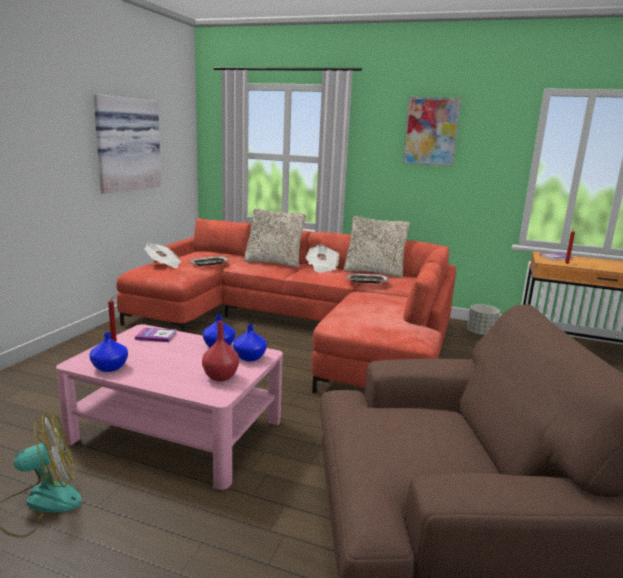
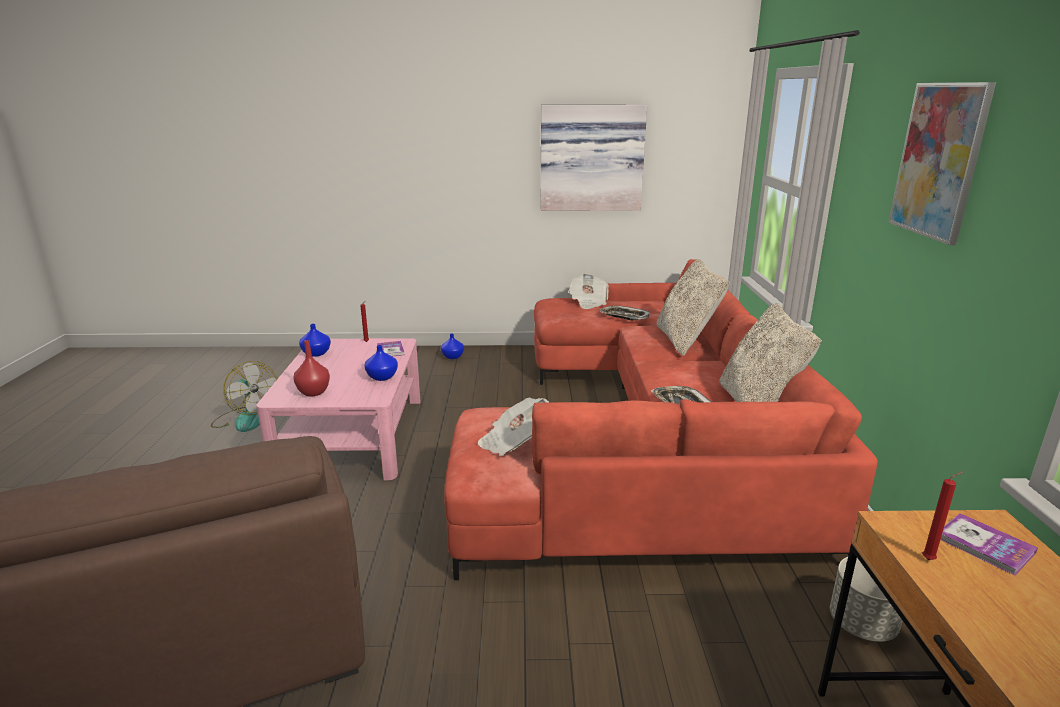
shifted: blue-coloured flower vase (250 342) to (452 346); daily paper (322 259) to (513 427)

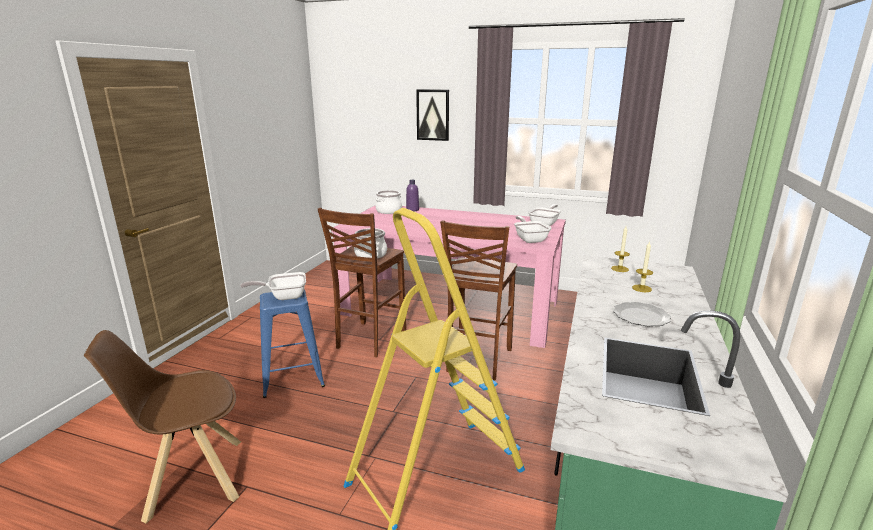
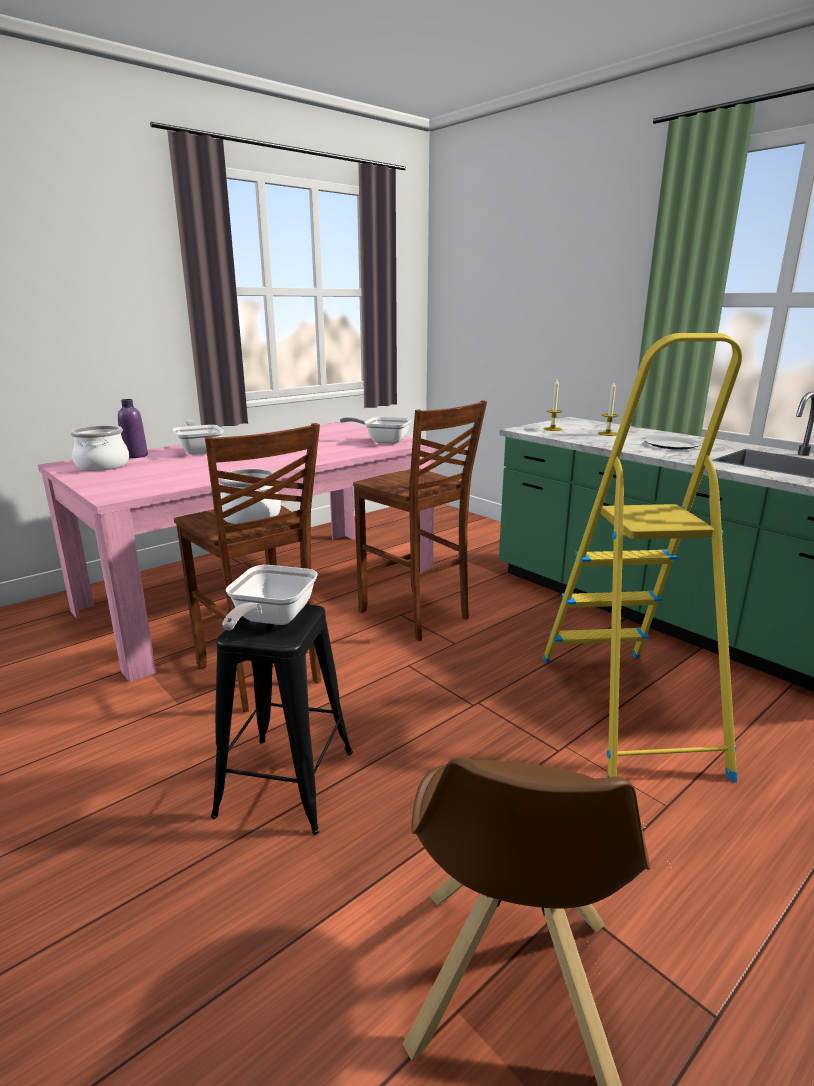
gone: picture (432 115)
shifted: skillet (544 215) to (198 437)
repainted: blue-coloured stool seat (292 344) to black stool seat (282 720)

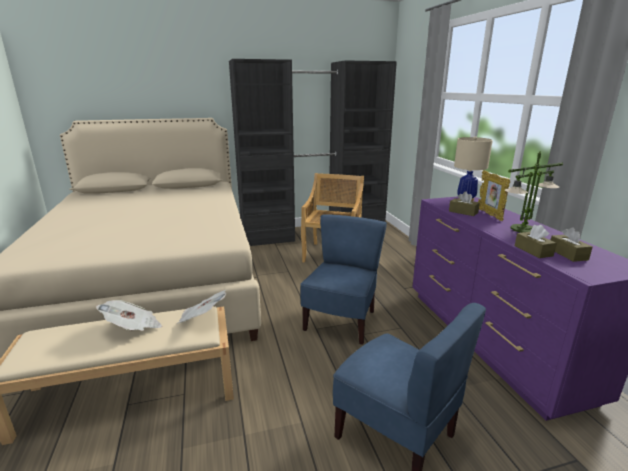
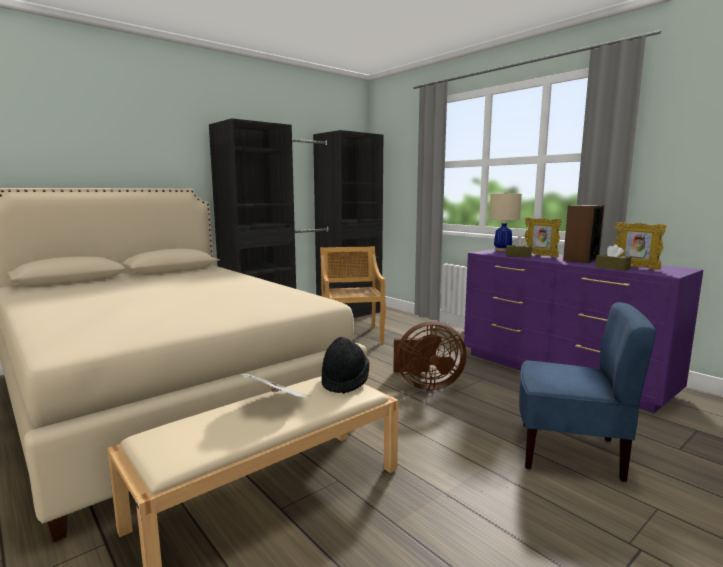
swapped: daily paper (201 307) to black clothing hat (345 365); blue-coloured plain chair (343 279) to brown-coloured fan (430 355); table lamp (534 192) to speaker (583 234); brown-coloured tissue box (572 244) to standing frame (640 246)

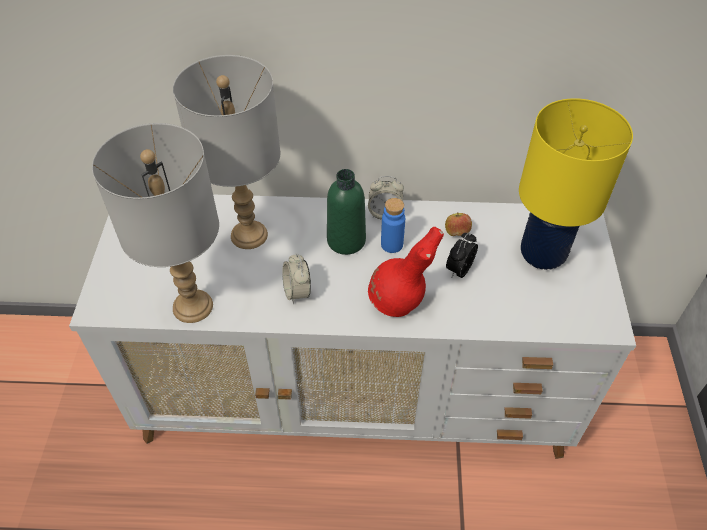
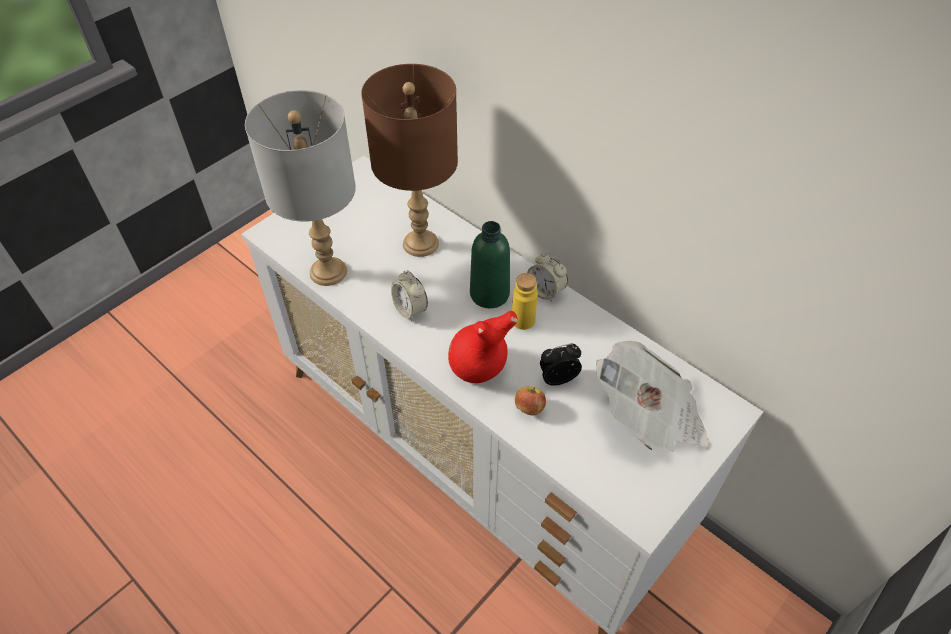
shifted: apple (458 224) to (530 401)
swapped: yellowish table lamp (576 184) to daily paper (652 396)
repainted: gray table lamp (226 152) to brown-coloured table lamp (409 160); blue-coloured beverage bottle (393 225) to yellowish beverage bottle (525 301)
rotated: bedside clock (296 278) = (409 295) 60 degrees counterclockwise

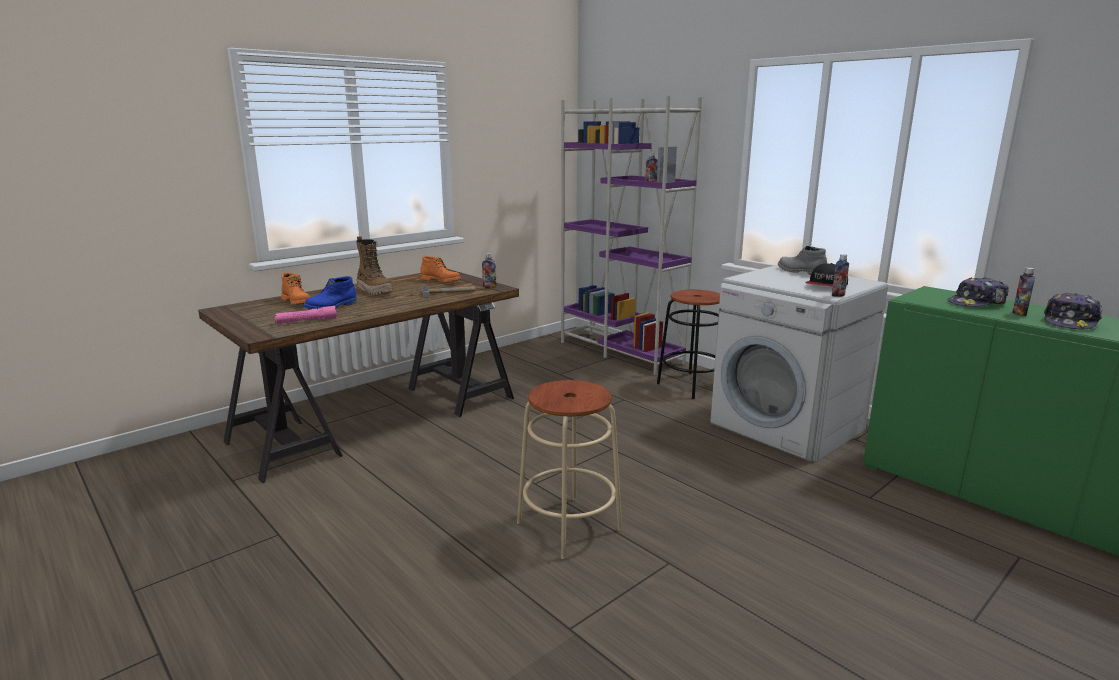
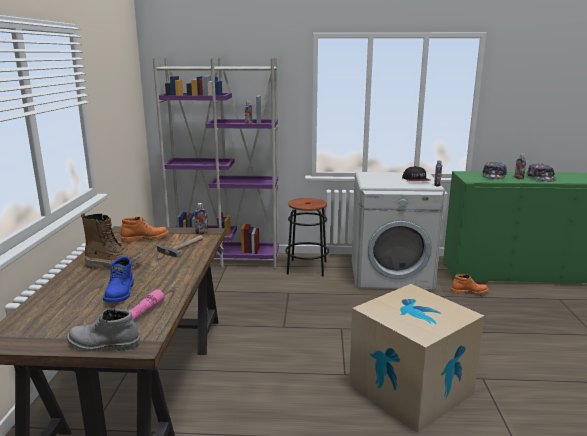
shifted: orangey boot (296 288) to (470 284); gray boot (802 260) to (103 329)
swapped: sand-coloured stool seat (569 469) to carton (416 358)

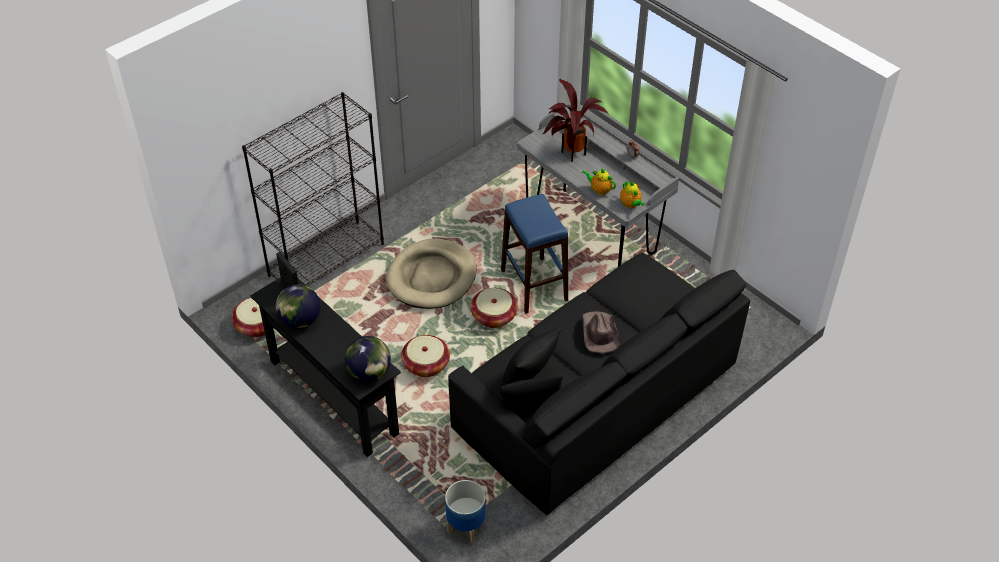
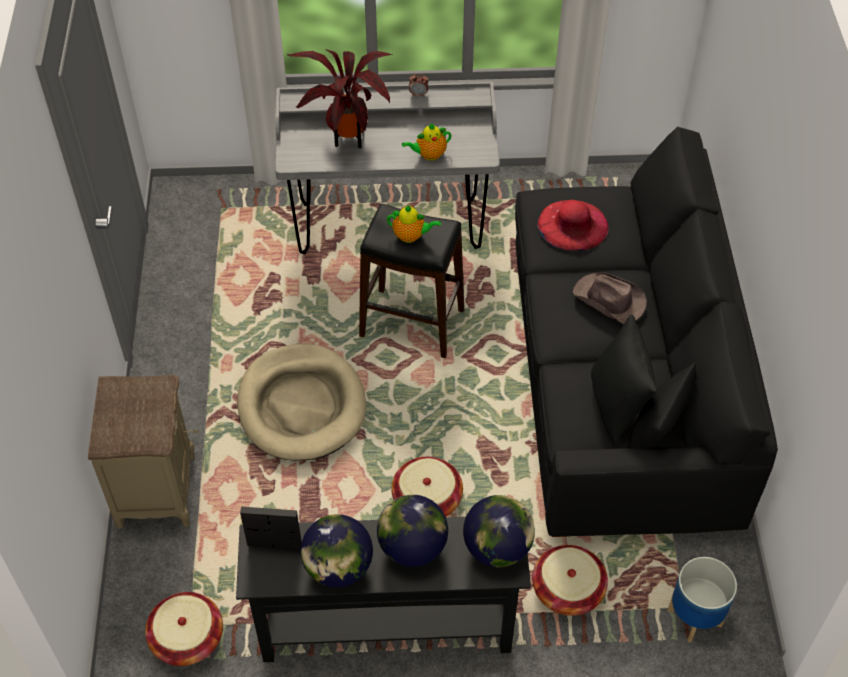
new: world globe (412 531); red-coloured clothing hat (573 225)
shifted: household basket (494 308) to (570 580); tea pot (632 194) to (414 224)
swapped: black bookcase (313 189) to sand-coloured nightstand (143 451)
repainted: blue-coloured stool seat (534 254) to black stool seat (411 281)

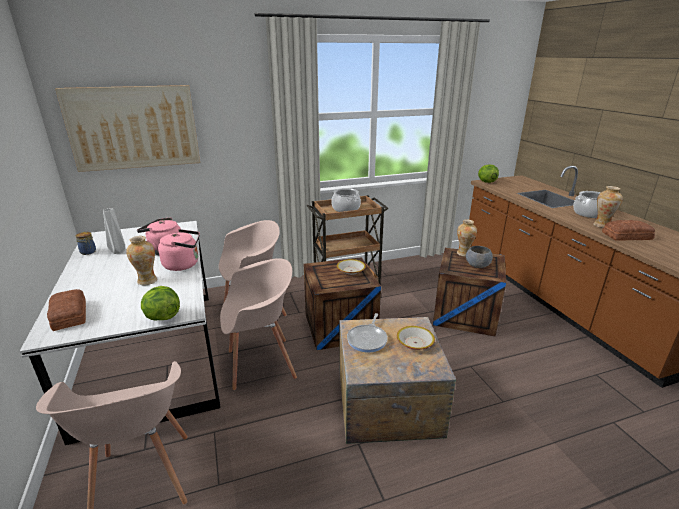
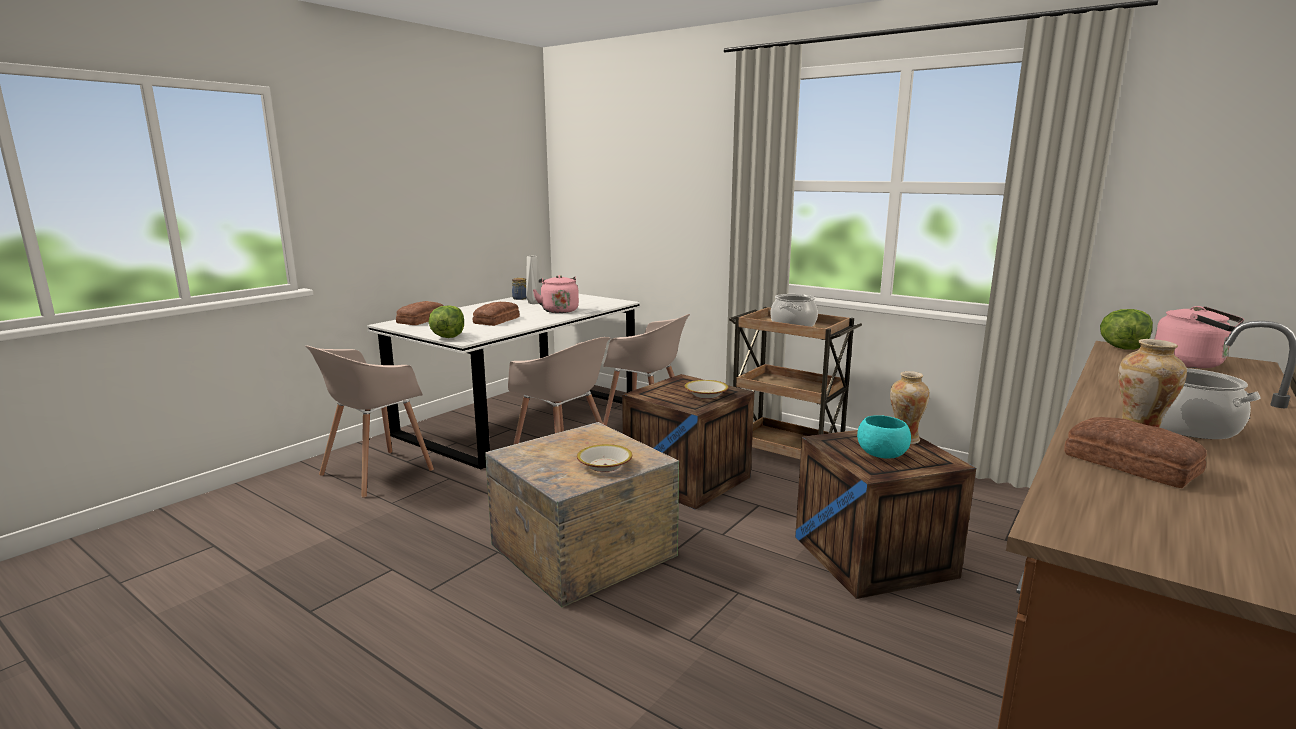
gone: picture (127 128); skillet (367 333)
shifted: pink water kettle (179 250) to (1199 337)
swapped: flower vase (141 260) to bakery bread (496 314)
repainted: gray bowl (479 257) to blue-green bowl (884 437)

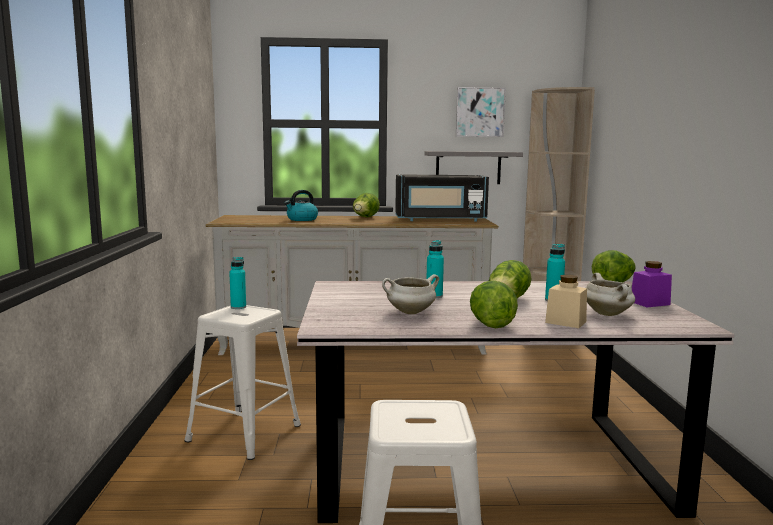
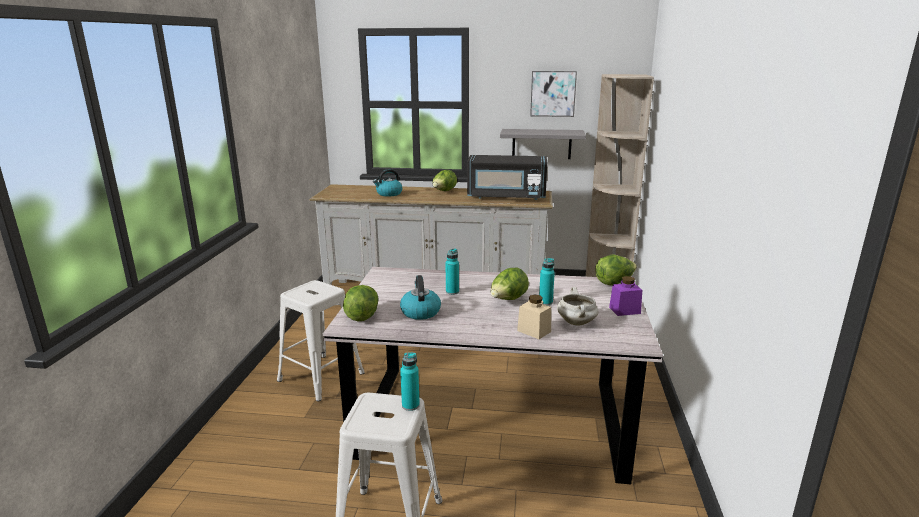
shifted: blue-green beverage bottle (237 283) to (410 381); head of lettuce (494 304) to (361 303)
swapped: white stockpot (410 294) to water kettle (420 297)

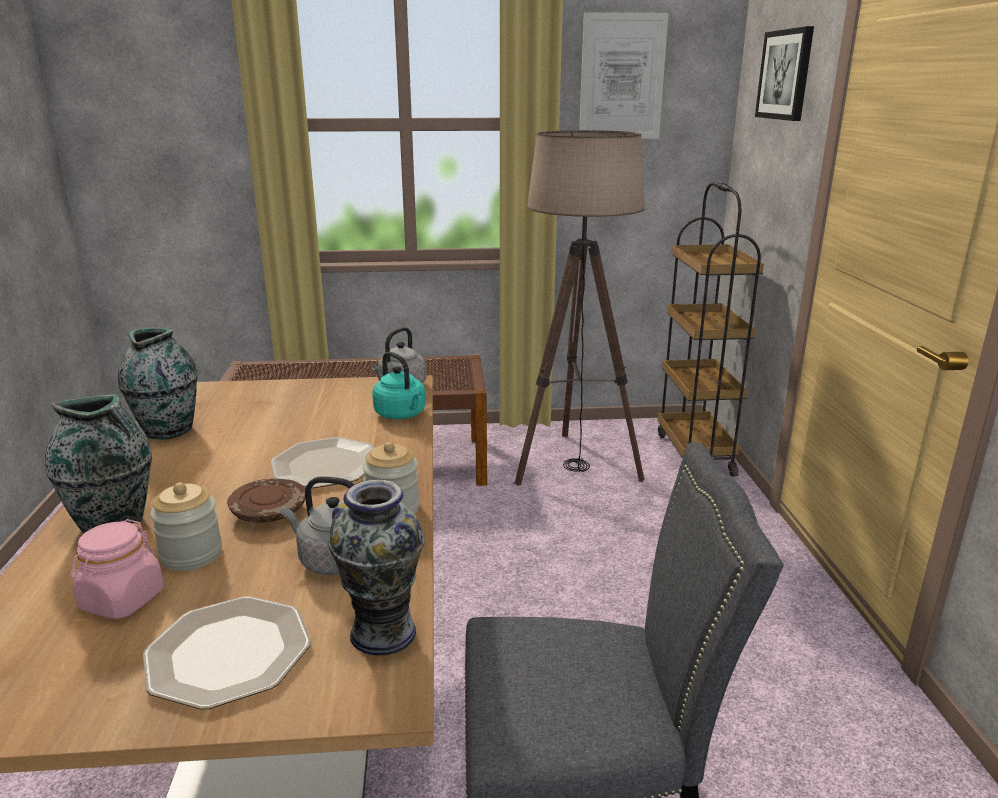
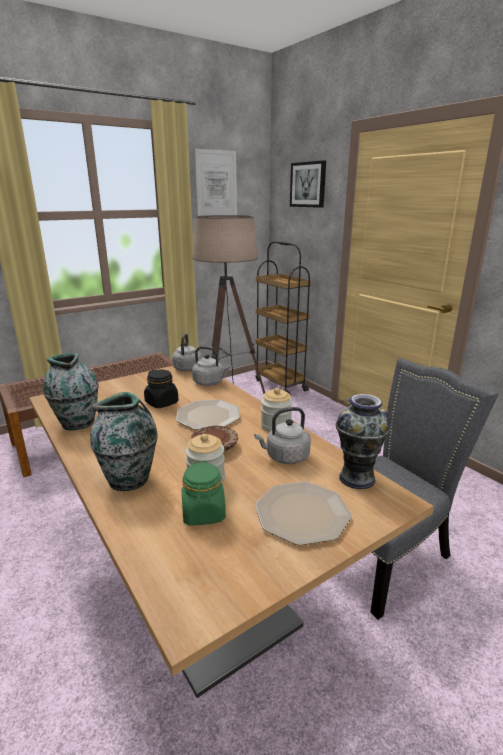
new: black preserve jar (161 389)
repainted: pink preserve jar (117 569) to green preserve jar (204 493); blue-green water kettle (399 385) to gray water kettle (211 366)

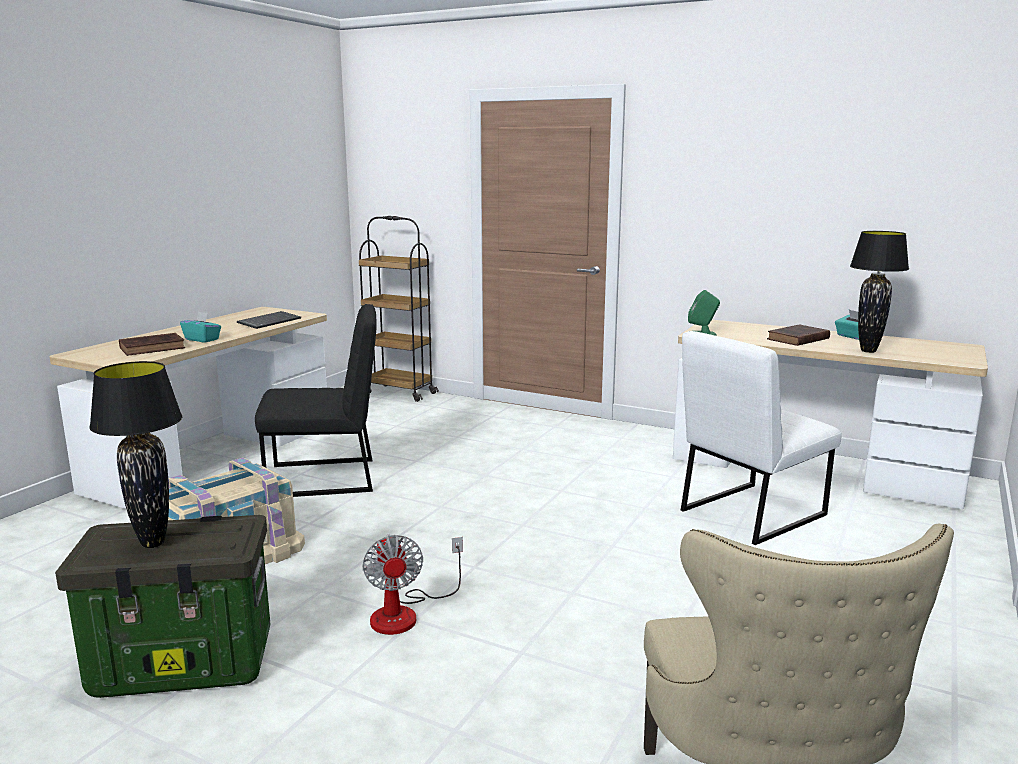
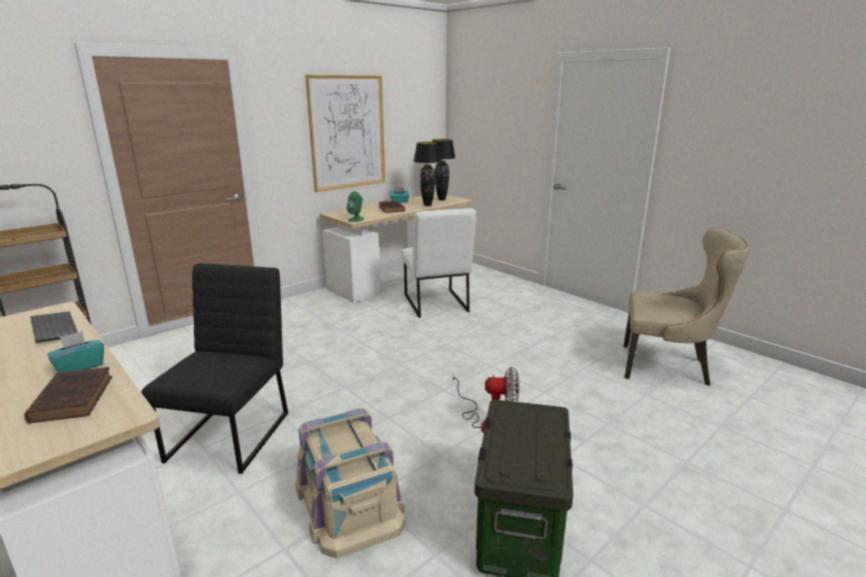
new: picture (345 133)
shifted: black table lamp (135 454) to (444 170)

